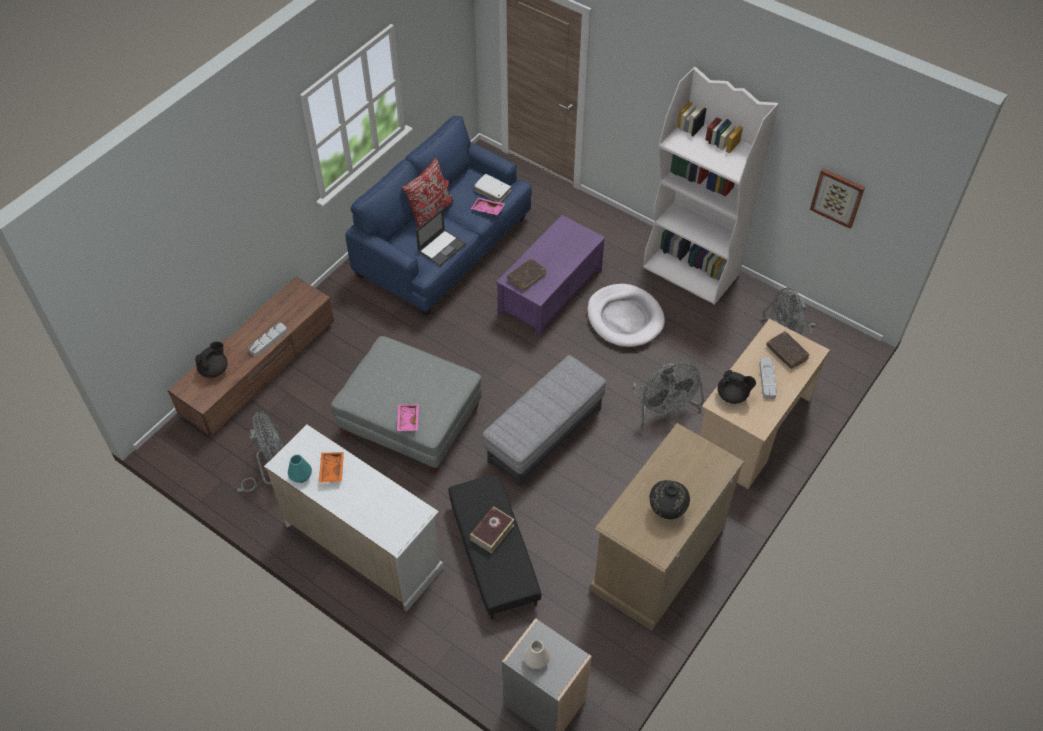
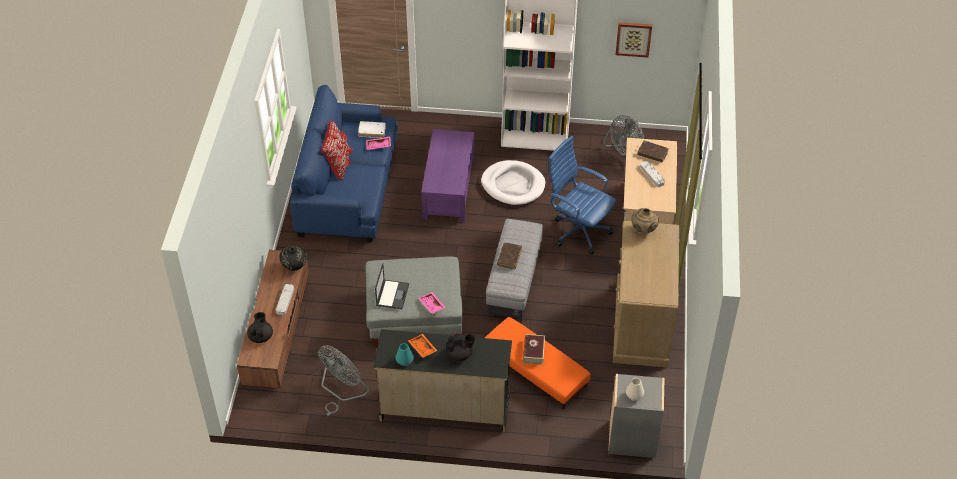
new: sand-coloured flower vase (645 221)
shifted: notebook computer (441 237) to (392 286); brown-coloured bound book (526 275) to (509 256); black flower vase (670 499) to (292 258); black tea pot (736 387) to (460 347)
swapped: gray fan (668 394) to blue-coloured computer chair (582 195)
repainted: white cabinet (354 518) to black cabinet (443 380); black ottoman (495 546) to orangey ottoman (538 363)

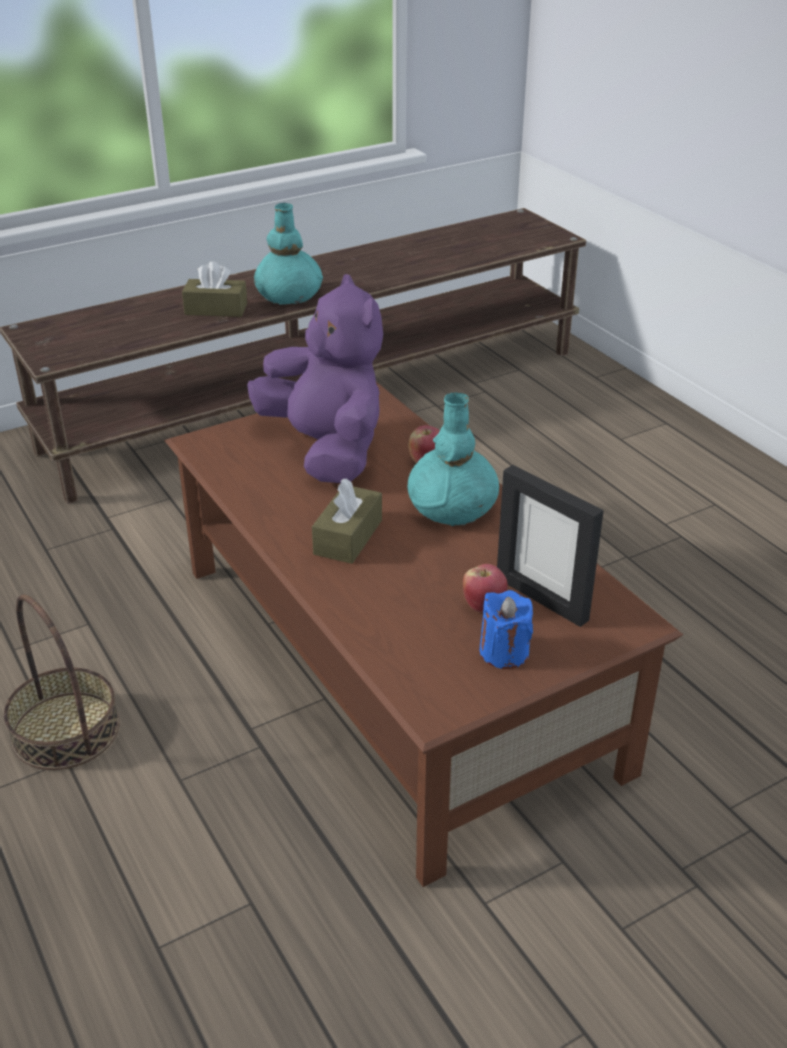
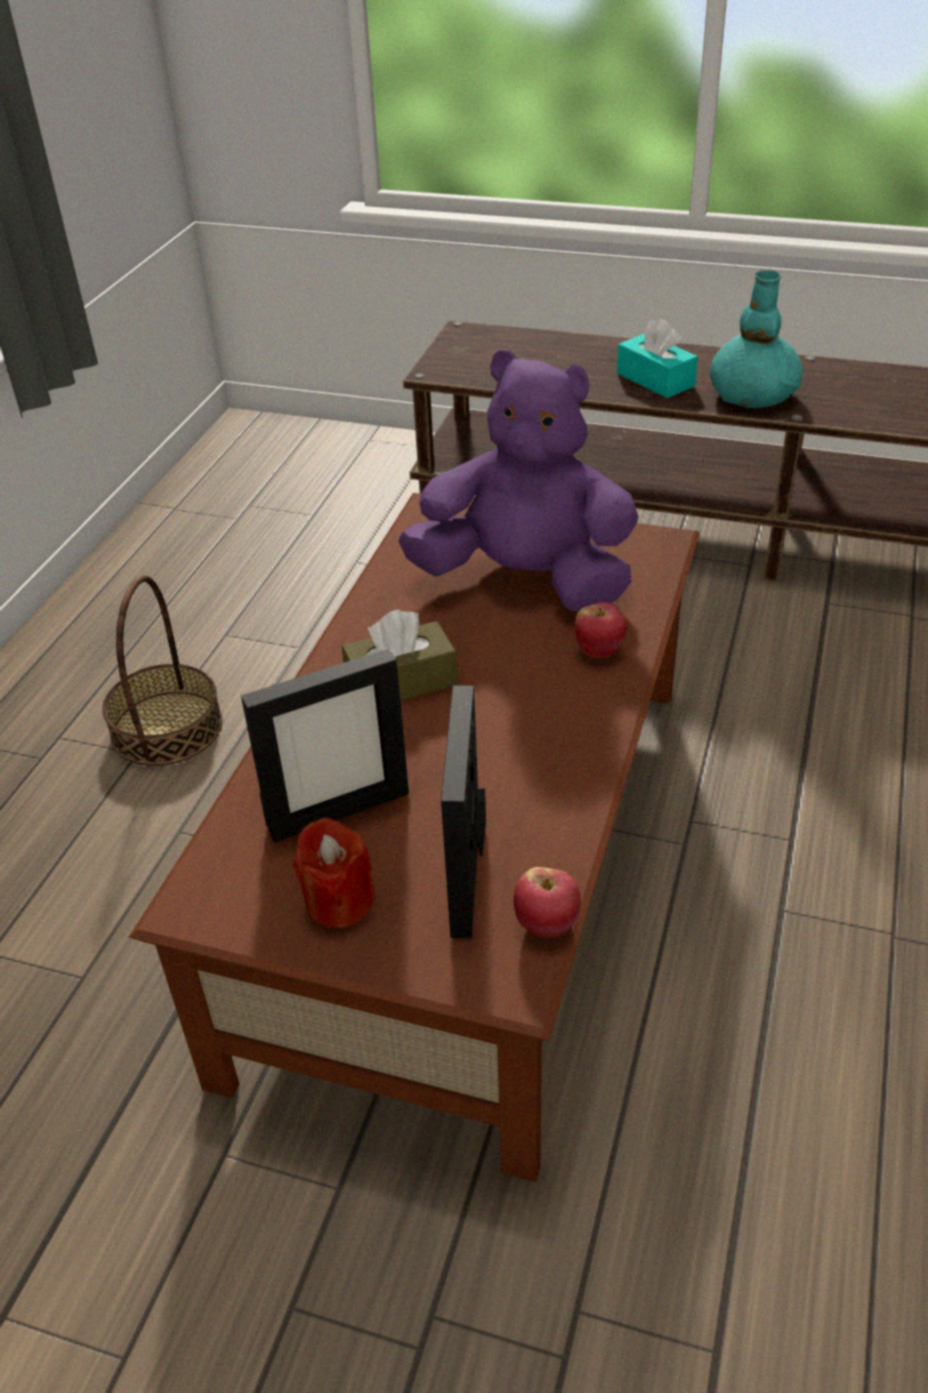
gone: blue-green flower vase (453 459)
new: standing frame (325 745)
shifted: apple (485 588) to (547 902)
repainted: brown-coloured tissue box (214 289) to blue-green tissue box (657 358); blue-coloured wax light (506 629) to red-coloured wax light (334 872)
rotated: purple-coloured soft toy (315 378) = (518 480) 90 degrees counterclockwise

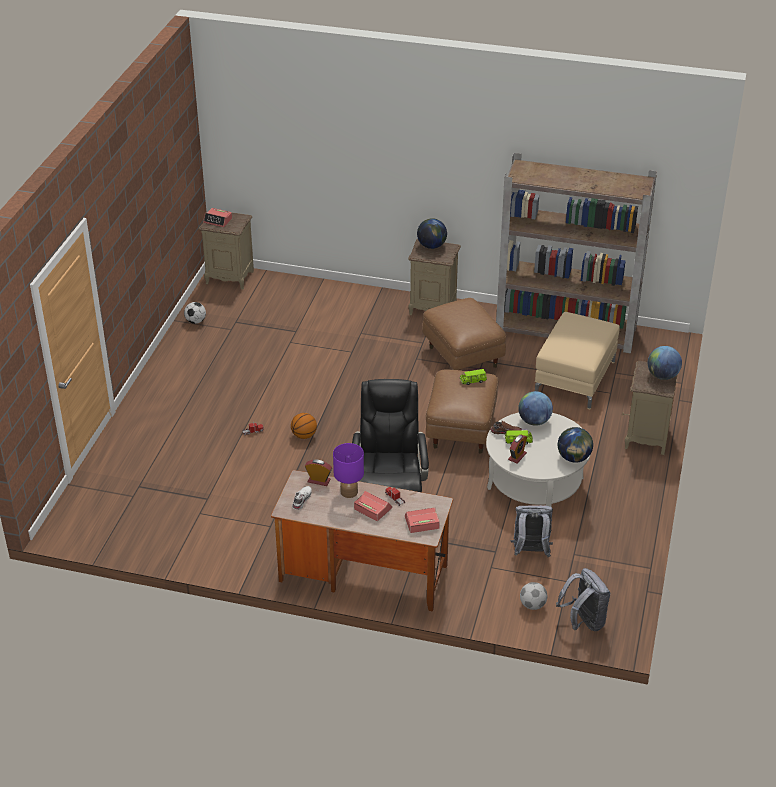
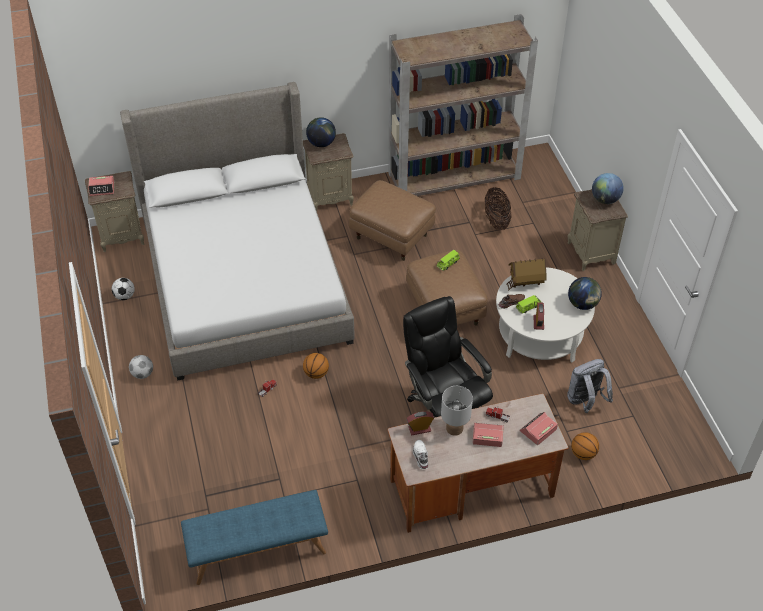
gone: gray knapsack (583 599)
new: sleeping bed (237 231); blue-coloured indoor bench (254 537); ball for basketball (585 446)
shifted: football (533 596) to (141 367)
swapped: world globe (535 408) to model house (526 274); sand-coloured ottoman (577 360) to household basket (498 208)
repainted: purple-coloured table lamp (348 470) to gray table lamp (457 411)

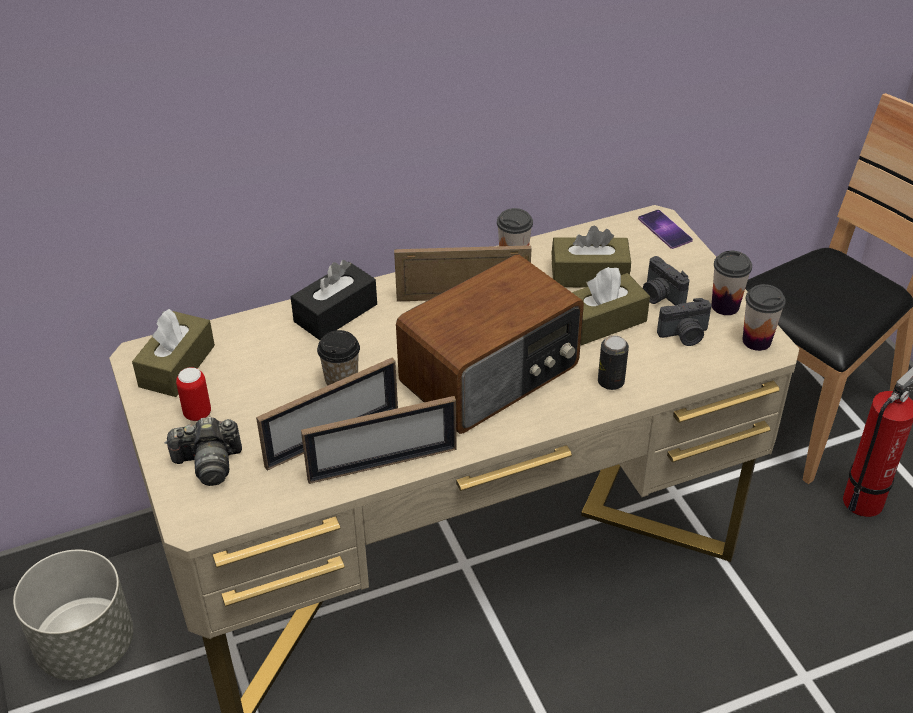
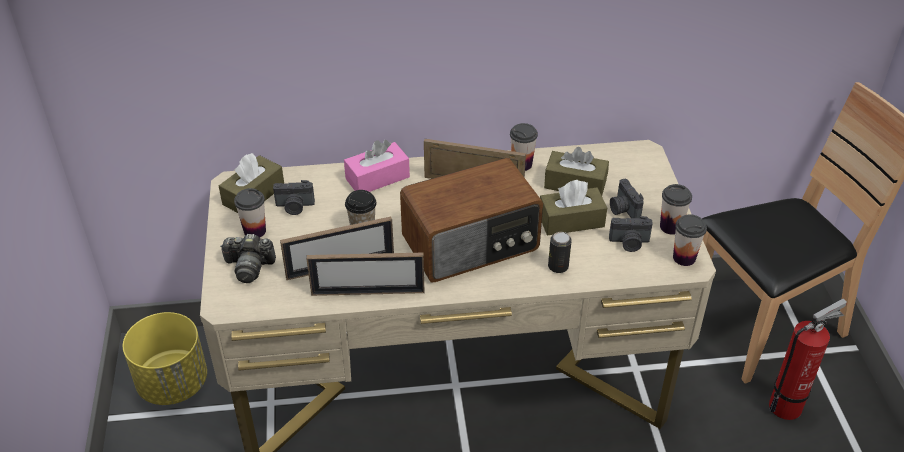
gone: phone (665 229)
new: still camera (294 197)
swapped: sealed can (193 394) to small cup (250 213)
repainted: gray flower pot (73 615) to yellowish flower pot (165 358); black tissue box (334 300) to pink tissue box (377 166)

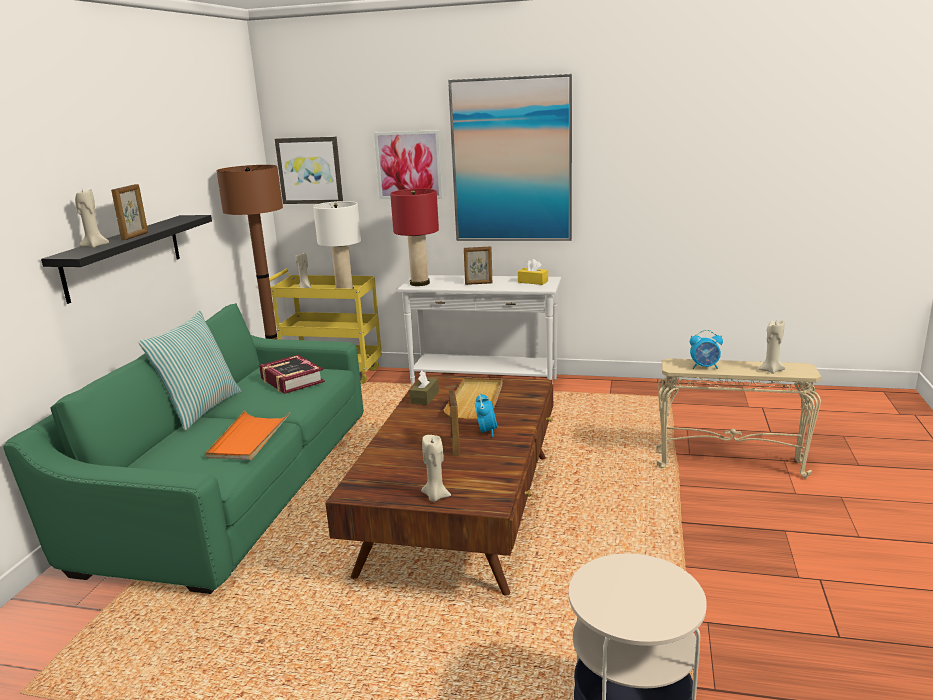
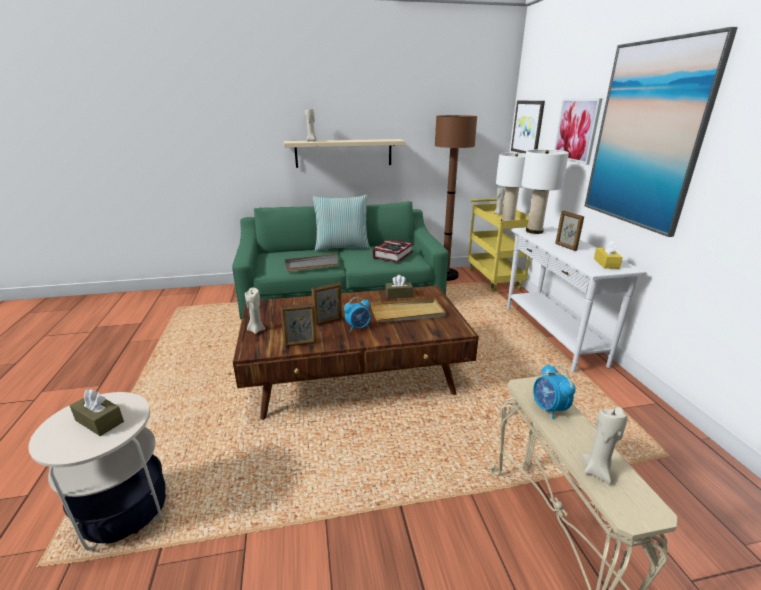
new: brown-coloured tissue box (97 412)
shifted: standing frame (129 212) to (298 325)
repainted: black wall shelf (126 259) to sand-coloured wall shelf (344 153); orangey serving tray (248 435) to gray serving tray (313 263); red-coloured table lamp (414 237) to white table lamp (545 191)

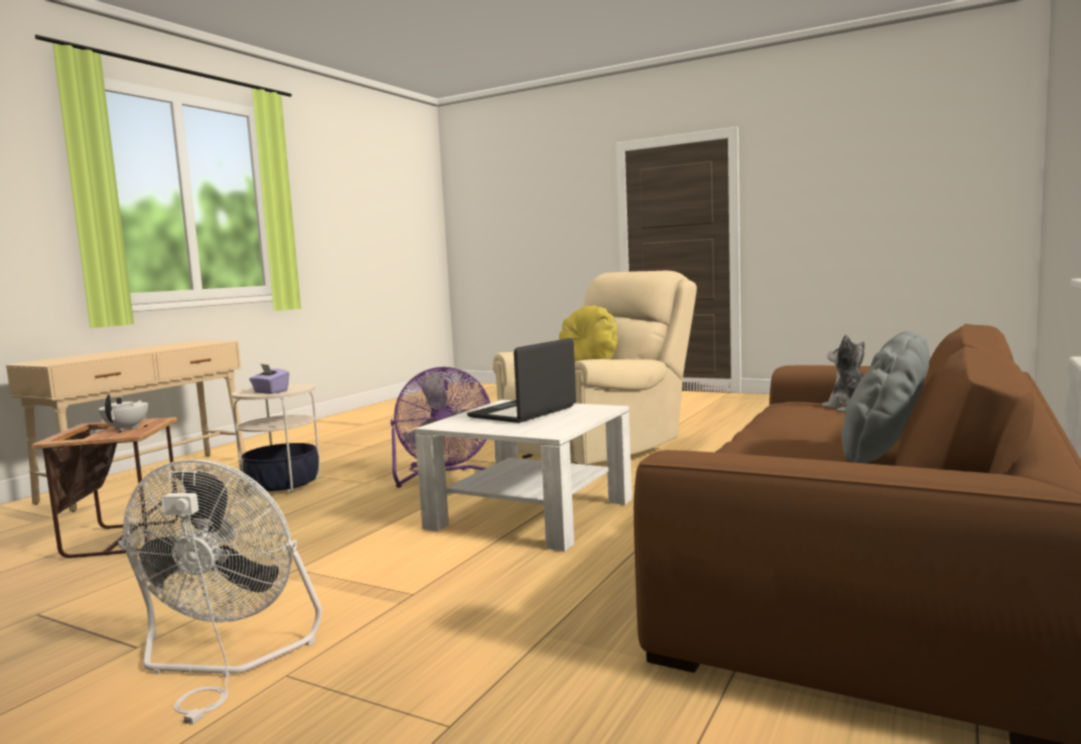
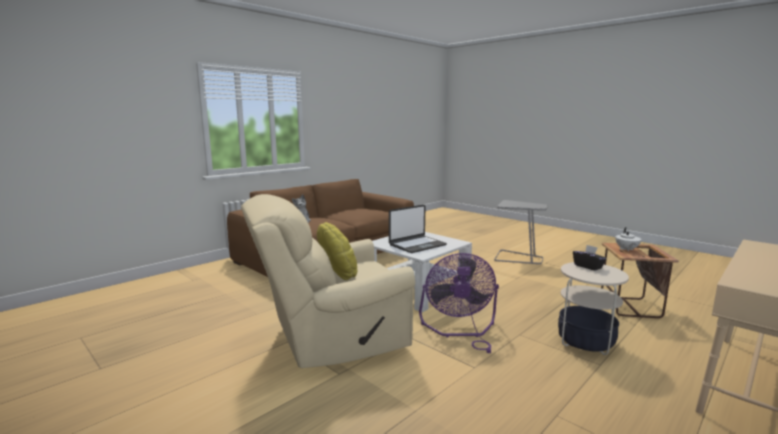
gone: gray cushion (886 397)
swapped: white fan (220 592) to gray accent table (521 232)
repainted: purple-coloured tissue box (269 379) to black tissue box (590 258)

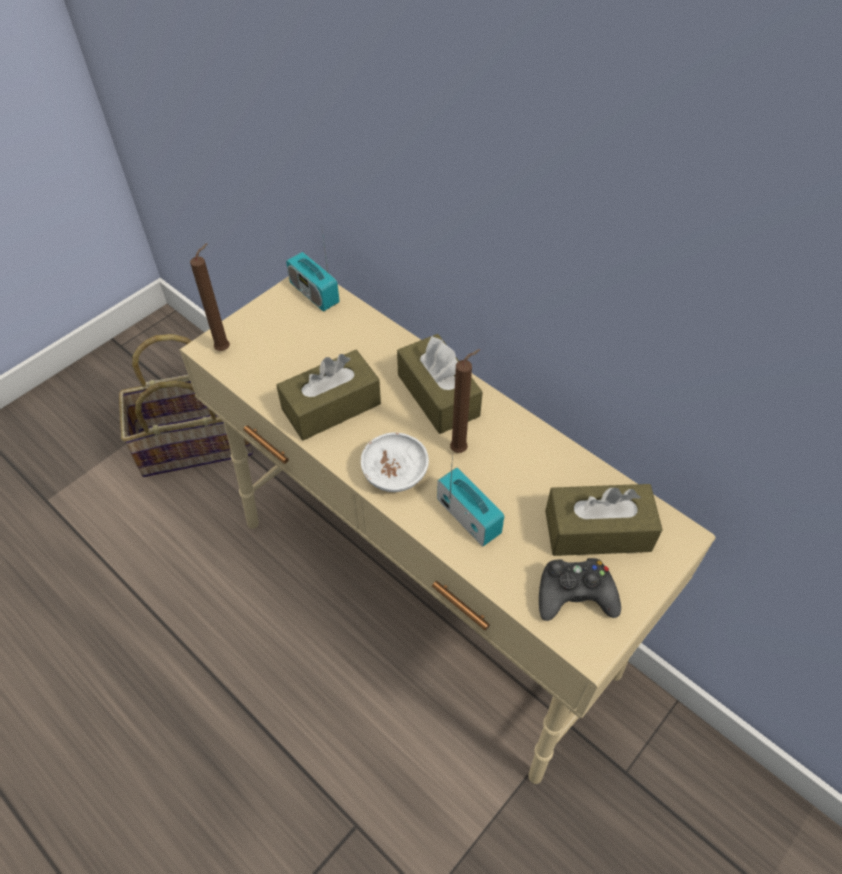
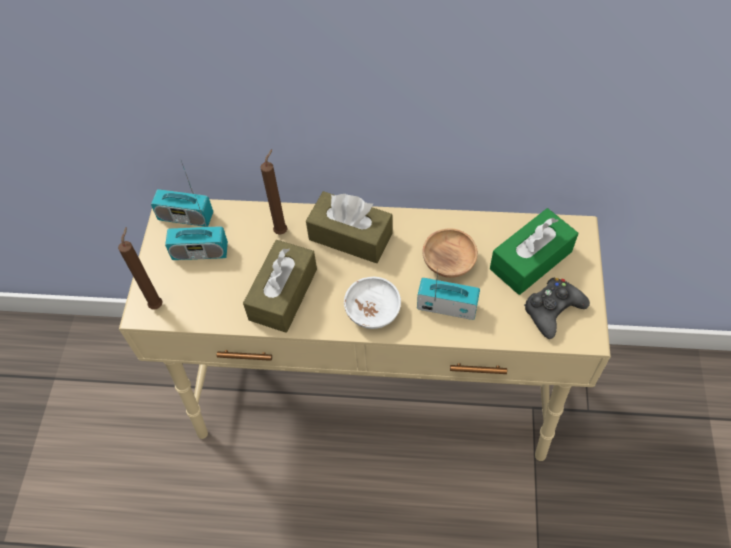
gone: household basket (186 405)
new: radio set (196 228); brown-coloured bowl (450 253)
shifted: brown-coloured wax light (465 401) to (274 192)
repainted: brown-coloured tissue box (604 520) to green tissue box (534 251)

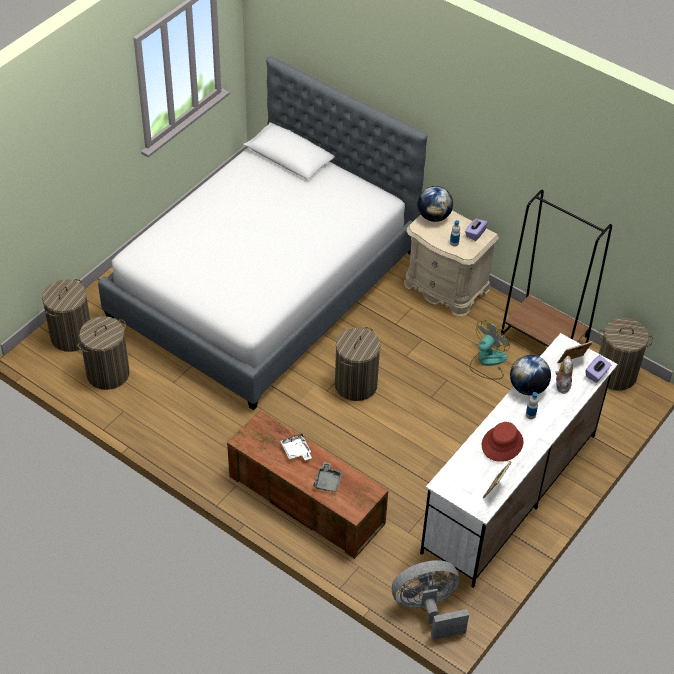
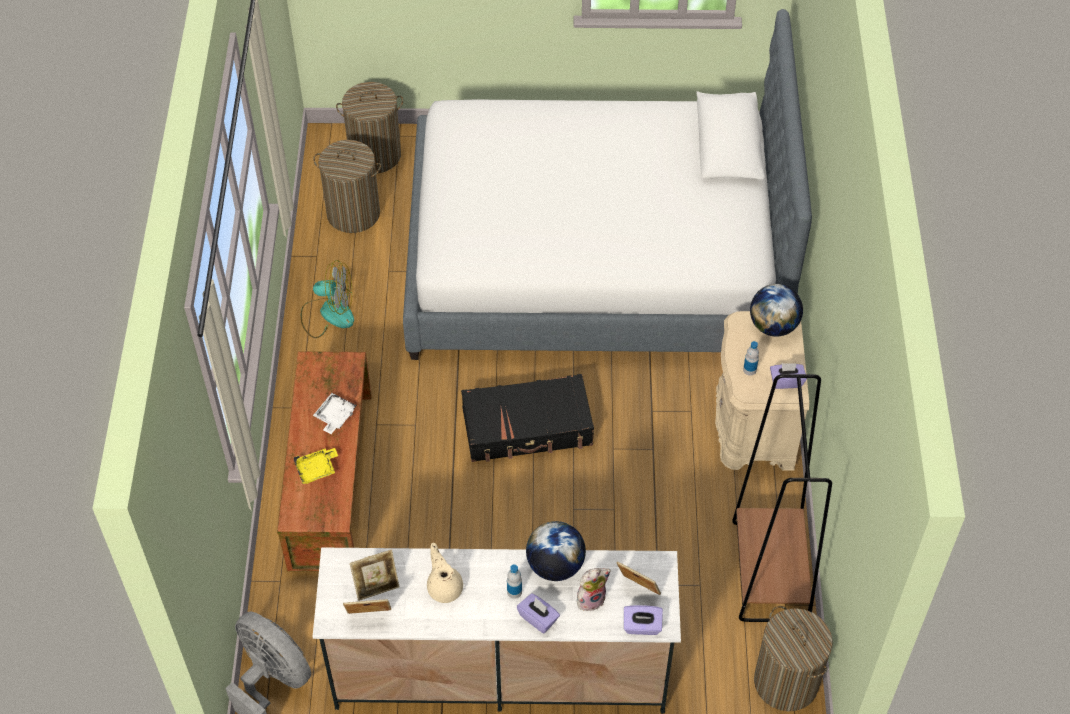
new: standing frame (375 575); purple-coloured tissue box (538 613)
shifted: fan (490 349) to (327 299)
swapped: hamper (358 364) to black travel case (527 418); red-coloured clothing hat (502 442) to sand-coloured tea pot (445 573)
repainted: gray serving tray (328 477) to yellowish serving tray (315 466)

